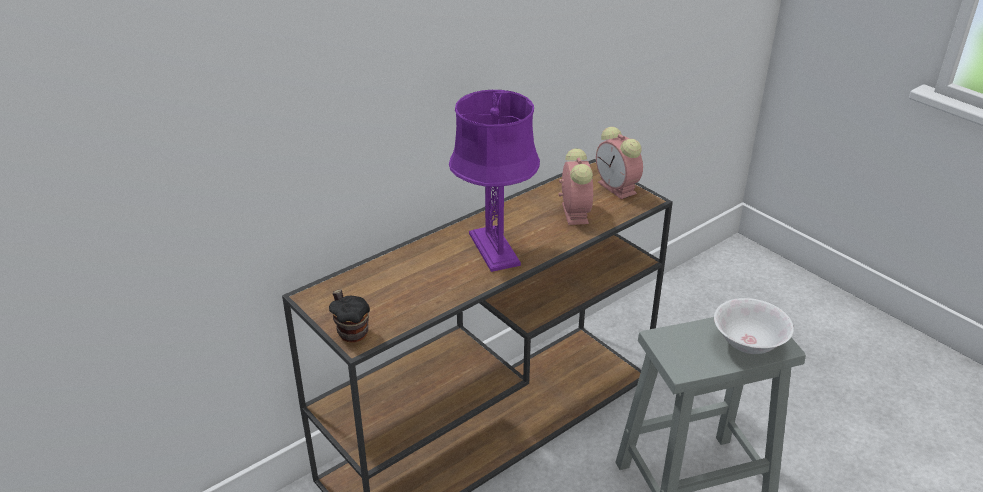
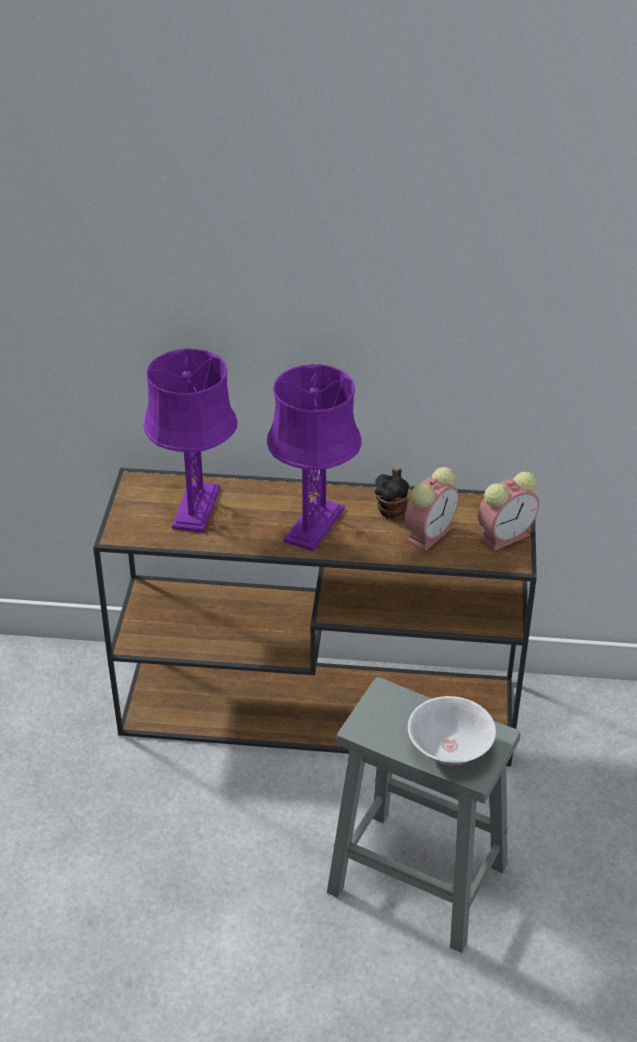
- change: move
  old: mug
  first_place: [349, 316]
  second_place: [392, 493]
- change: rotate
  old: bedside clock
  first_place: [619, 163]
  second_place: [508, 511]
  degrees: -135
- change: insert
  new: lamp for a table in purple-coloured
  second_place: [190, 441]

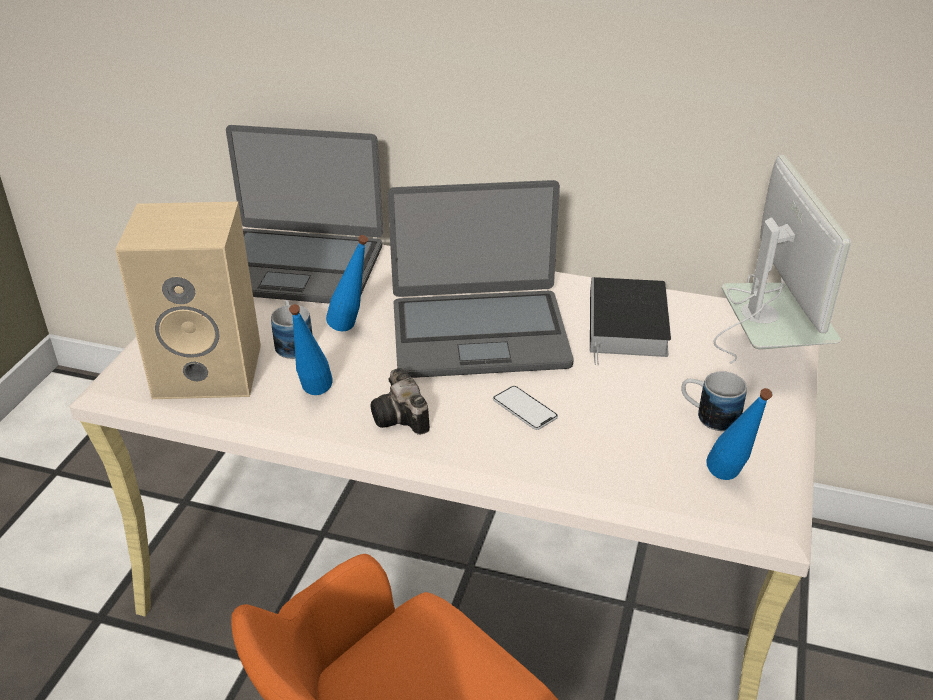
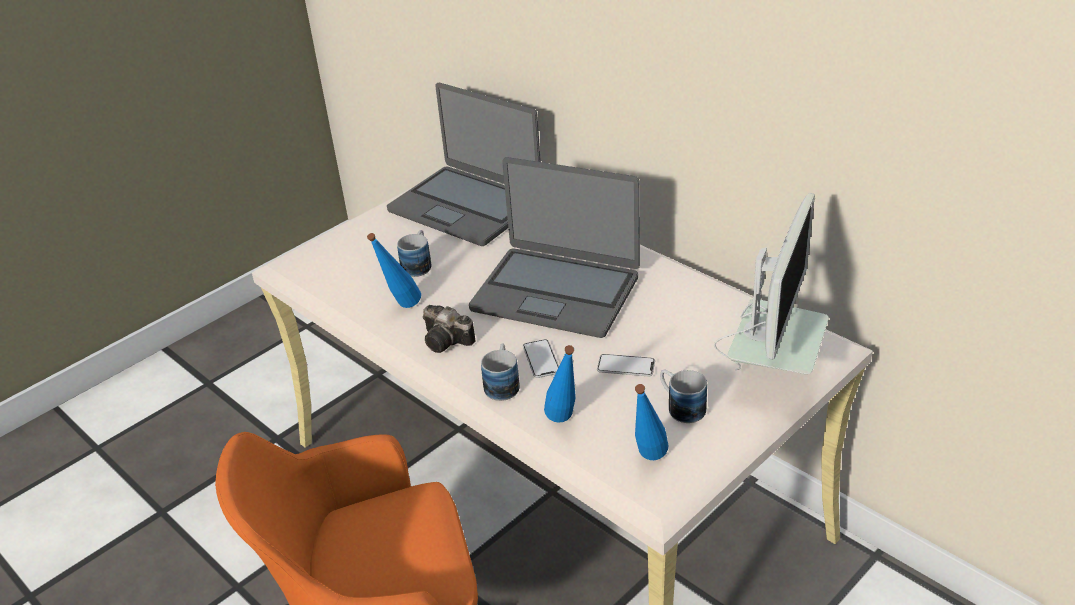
- change: delete
  old: loudspeaker in beige-coloured
  first_place: [188, 300]
- change: move
  old: beverage bottle in blue
  first_place: [347, 283]
  second_place: [560, 384]
- change: rotate
  old: still camera
  first_place: [400, 401]
  second_place: [449, 329]
  degrees: -60
- change: delete
  old: bound book
  first_place: [630, 321]
- change: insert
  new: mug
  second_place: [500, 372]
- change: insert
  new: telephone
  second_place: [626, 365]

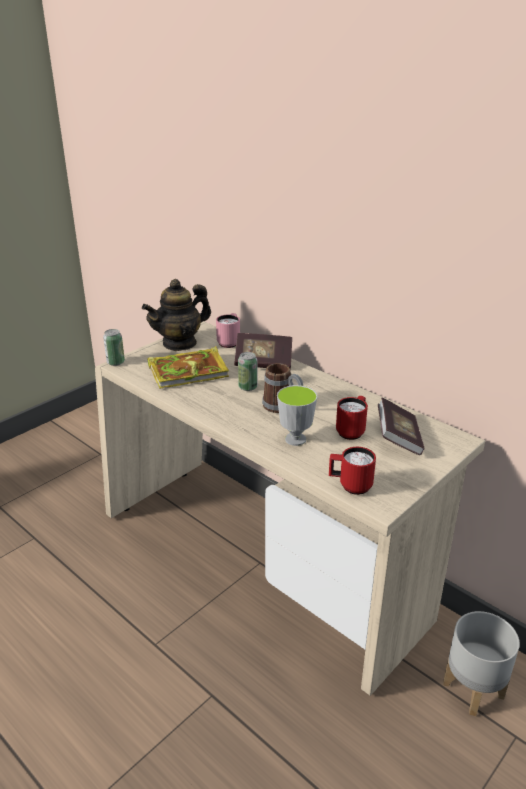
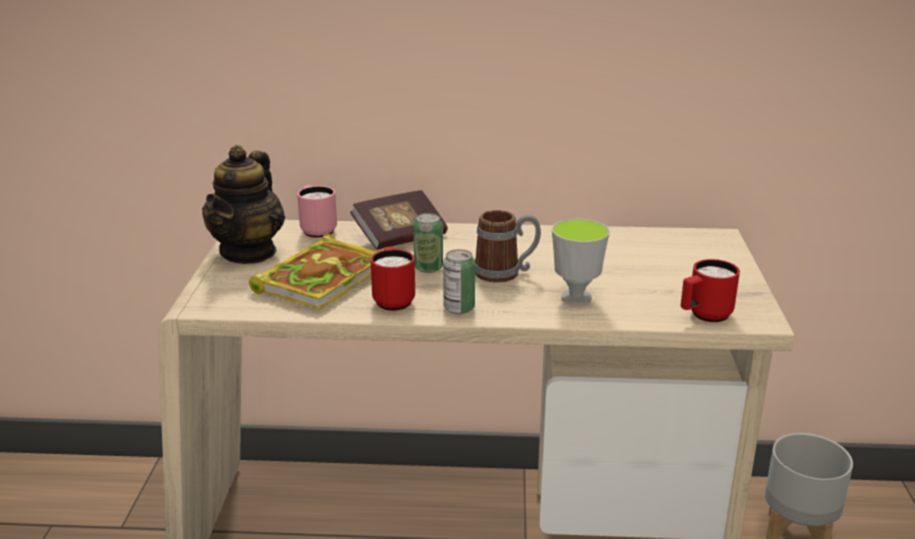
- change: move
  old: metal can
  first_place: [114, 347]
  second_place: [459, 281]
- change: move
  old: mug in red-coloured
  first_place: [352, 418]
  second_place: [393, 279]
- change: delete
  old: bound book
  first_place: [401, 426]

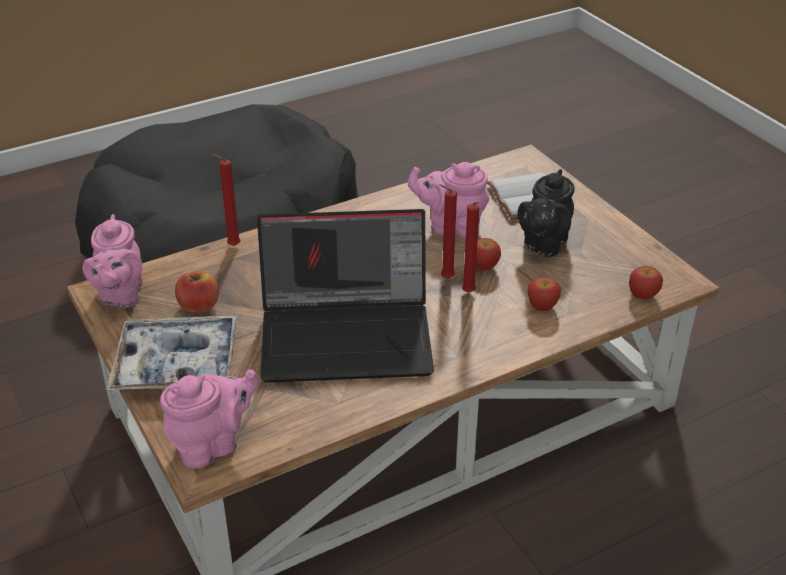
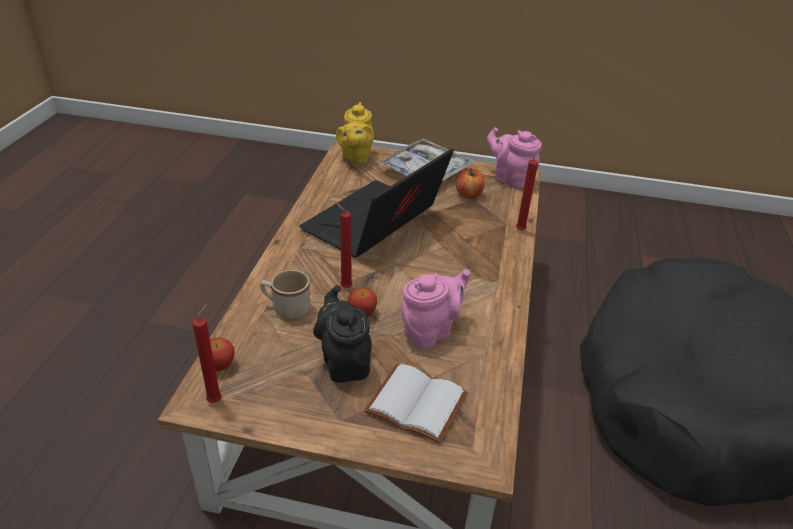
- change: recolor
  old: tea pot in pink
  new: tea pot in yellowish
  first_place: [209, 418]
  second_place: [355, 133]
- change: move
  old: wax candle in red-coloured
  first_place: [448, 231]
  second_place: [207, 353]
- change: replace
  old: whole apple
  new: mug in beige-coloured
  first_place: [544, 294]
  second_place: [285, 294]

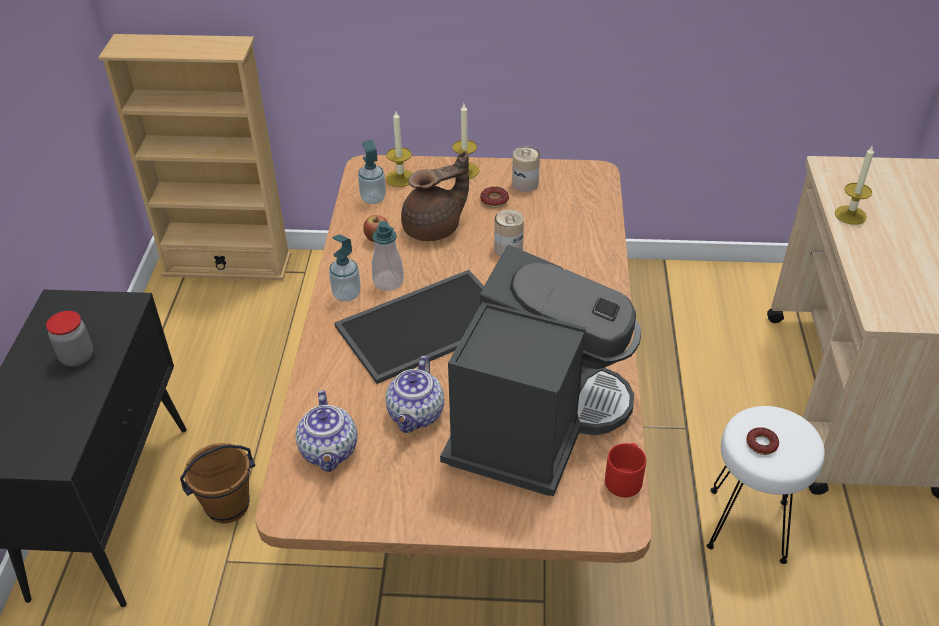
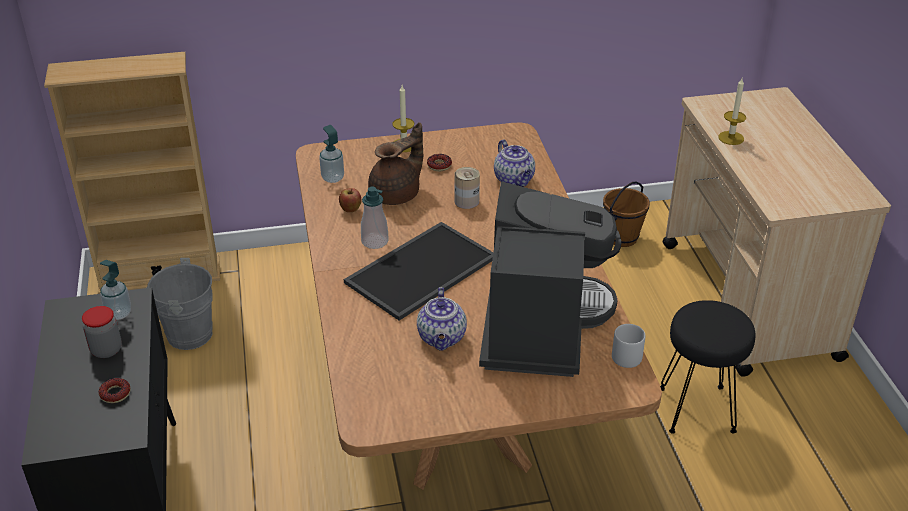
- change: move
  old: bucket in brownish
  first_place: [217, 483]
  second_place: [626, 214]
- change: move
  old: tea pot
  first_place: [327, 431]
  second_place: [514, 163]
- change: move
  old: soap dispenser
  first_place: [345, 268]
  second_place: [115, 290]
- change: delete
  old: wax candle
  first_place: [399, 149]
- change: delete
  old: metal can
  first_place: [526, 169]
- change: recolor
  old: mug in red-coloured
  new: mug in greyish
  first_place: [625, 470]
  second_place: [628, 346]
- change: recolor
  old: stool seat in white
  new: stool seat in blackish
  first_place: [766, 485]
  second_place: [707, 367]
- change: move
  old: donut
  first_place: [762, 441]
  second_place: [115, 390]
- change: insert
  new: bucket in greyish
  second_place: [179, 304]

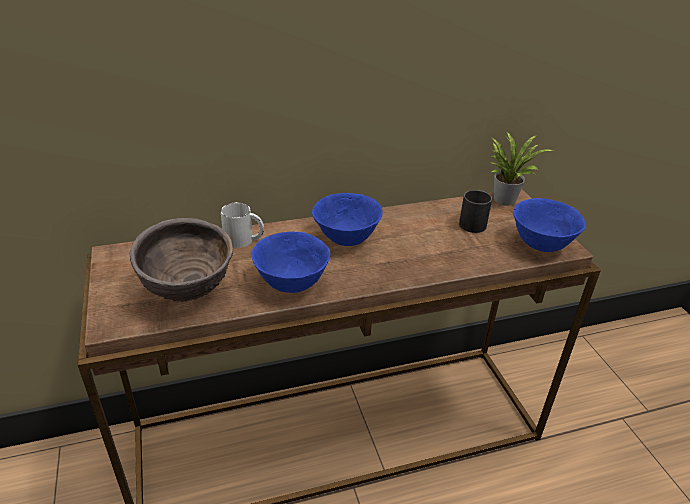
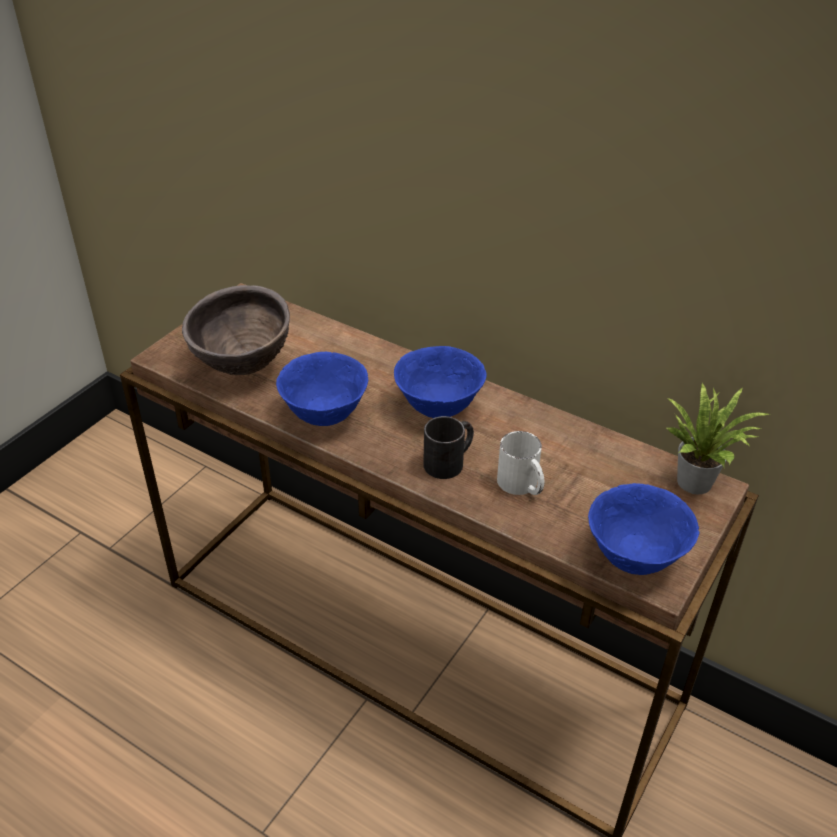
- change: move
  old: mug in white
  first_place: [242, 225]
  second_place: [520, 463]
- change: move
  old: mug in blackish
  first_place: [475, 211]
  second_place: [448, 447]

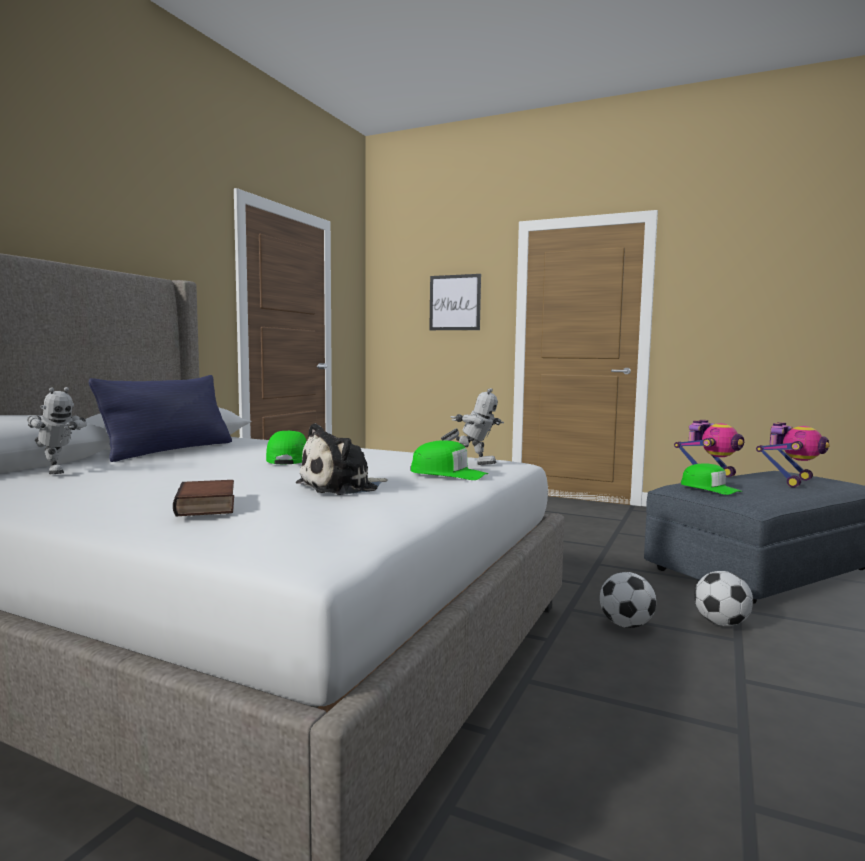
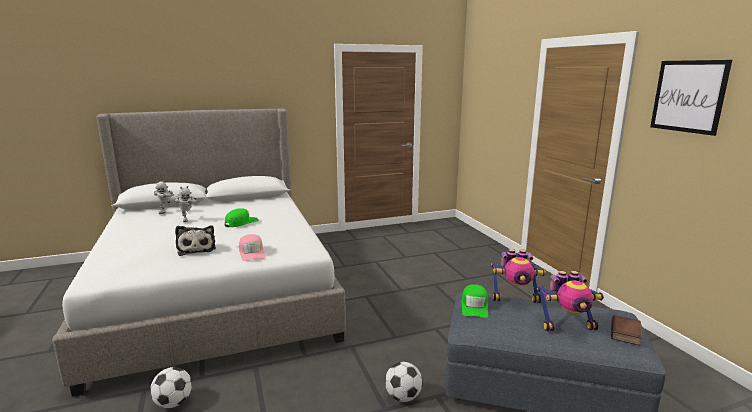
- change: delete
  old: pillow in blue
  first_place: [160, 418]
- change: move
  old: bound book
  first_place: [203, 498]
  second_place: [626, 330]
- change: rotate
  old: soft toy
  first_place: [342, 459]
  second_place: [195, 240]
  degrees: -120
- change: recolor
  old: baseball cap in green
  new: baseball cap in pink
  first_place: [449, 460]
  second_place: [252, 247]
- change: move
  old: wall picture
  first_place: [455, 302]
  second_place: [691, 98]
- change: move
  old: model robot
  first_place: [472, 426]
  second_place: [186, 204]
- change: move
  old: ball for football
  first_place: [628, 600]
  second_place: [171, 387]

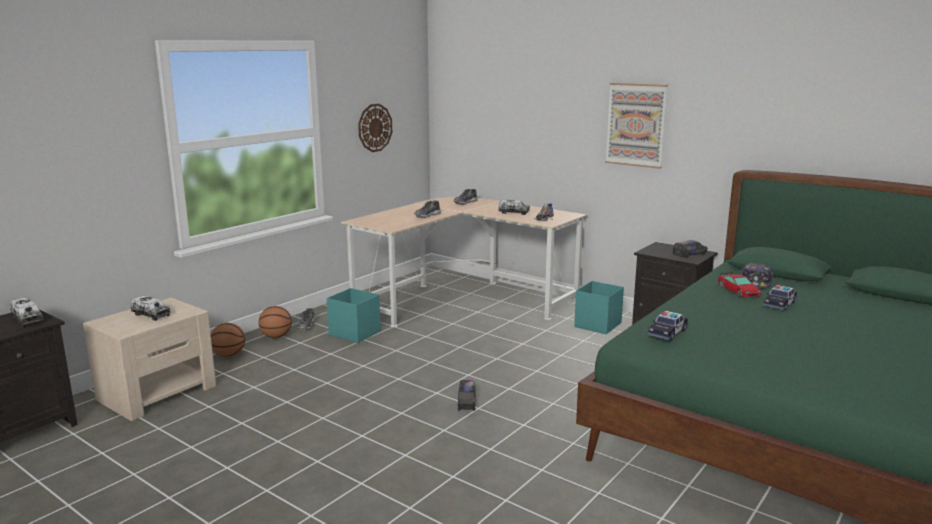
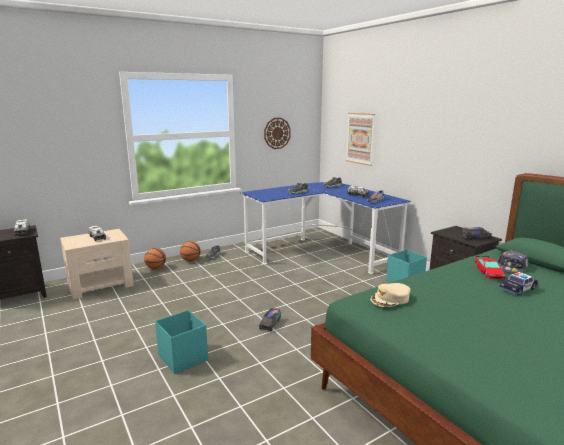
- change: move
  old: storage container in turquoise
  first_place: [354, 315]
  second_place: [181, 342]
- change: recolor
  old: desk unit in beige-coloured
  new: desk unit in blue
  first_place: [464, 262]
  second_place: [325, 228]
- change: move
  old: wall picture
  first_place: [636, 126]
  second_place: [360, 139]
- change: replace
  old: miniature car
  new: baseball cap in beige-coloured
  first_place: [667, 325]
  second_place: [390, 295]

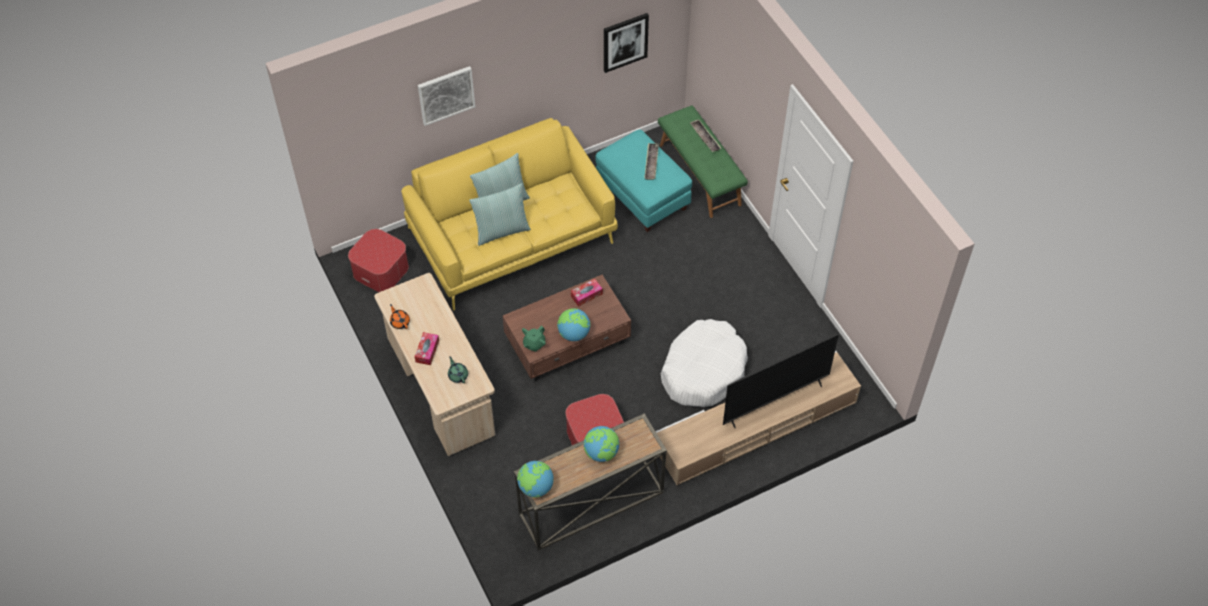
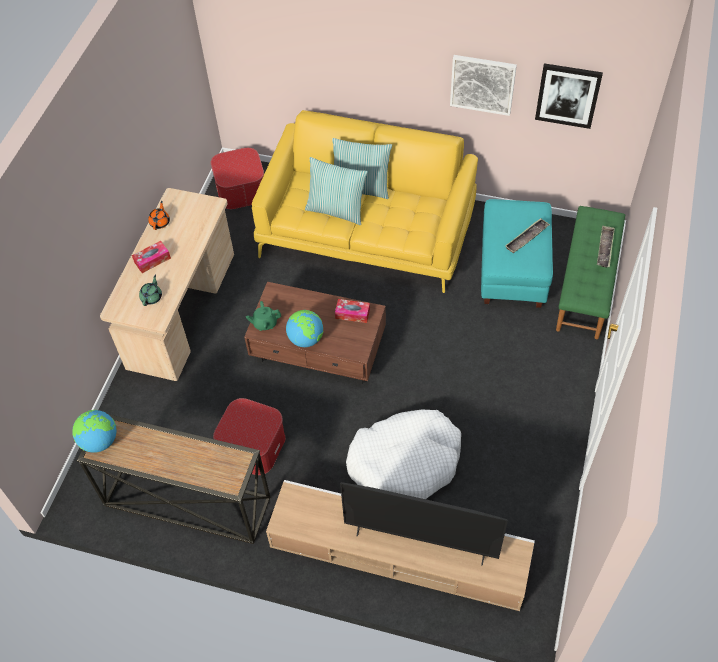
- change: move
  old: wall picture
  first_place: [446, 96]
  second_place: [483, 85]
- change: delete
  old: world globe
  first_place: [601, 444]

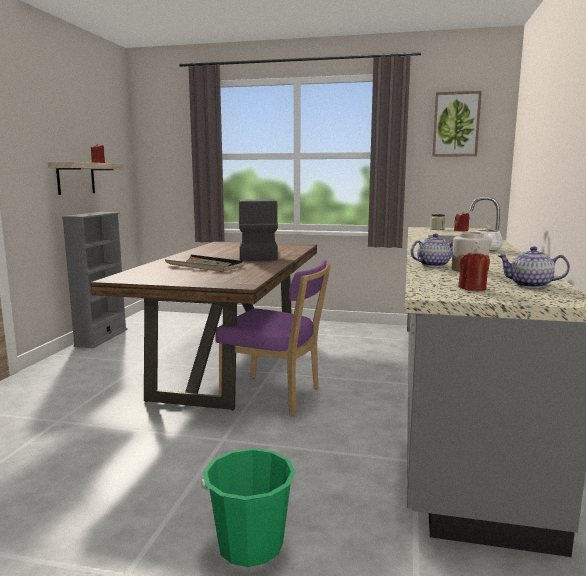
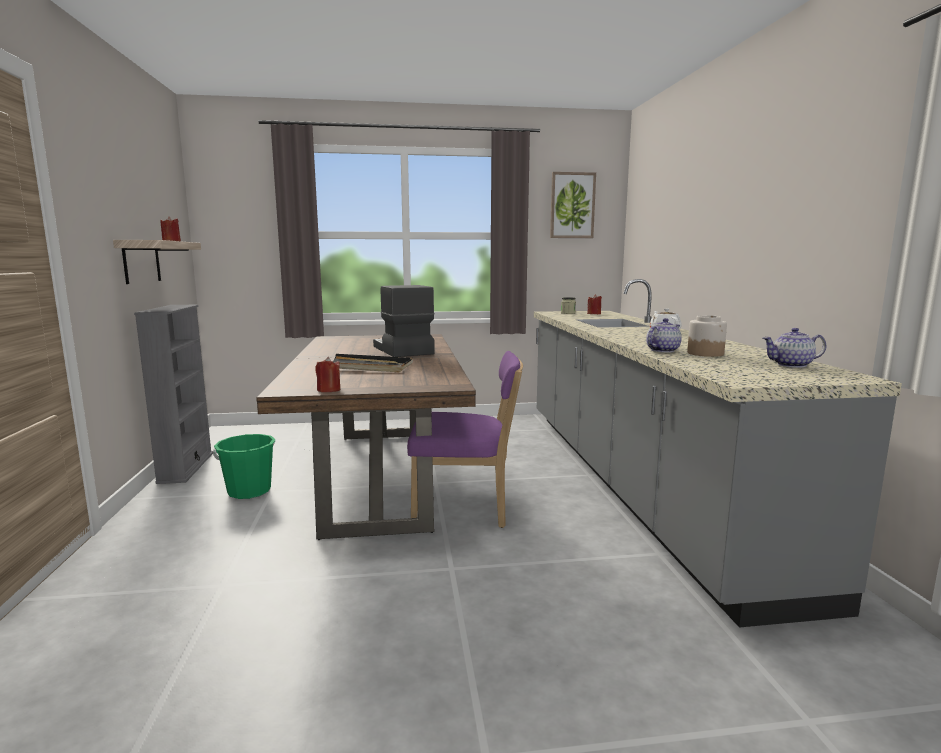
- change: move
  old: bucket in green
  first_place: [248, 507]
  second_place: [244, 466]
- change: move
  old: wax candle in red-coloured
  first_place: [474, 270]
  second_place: [327, 374]

